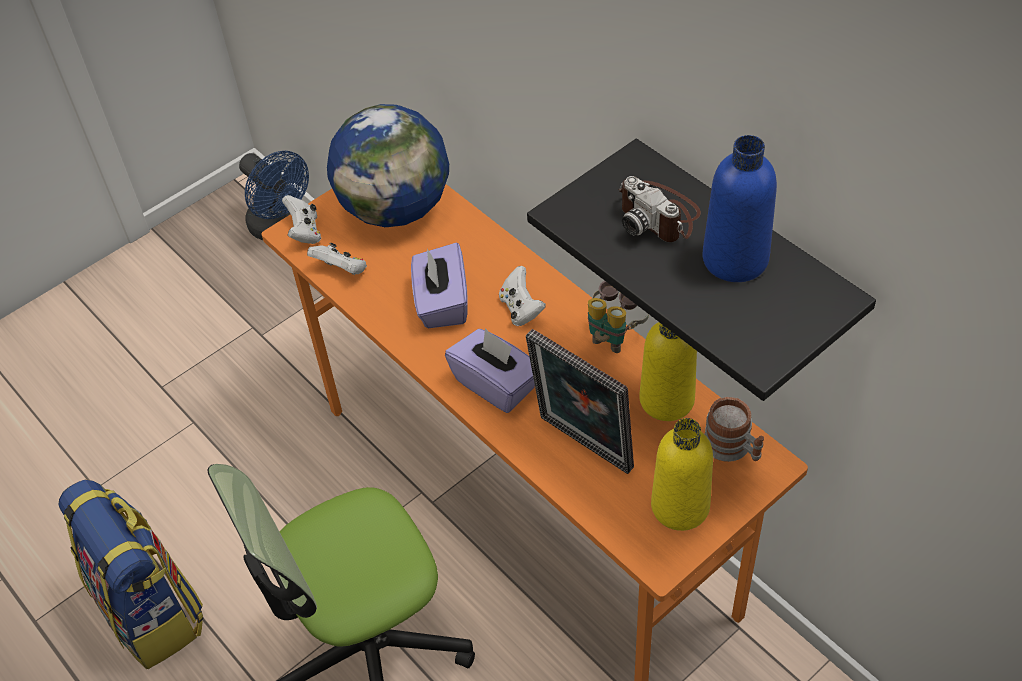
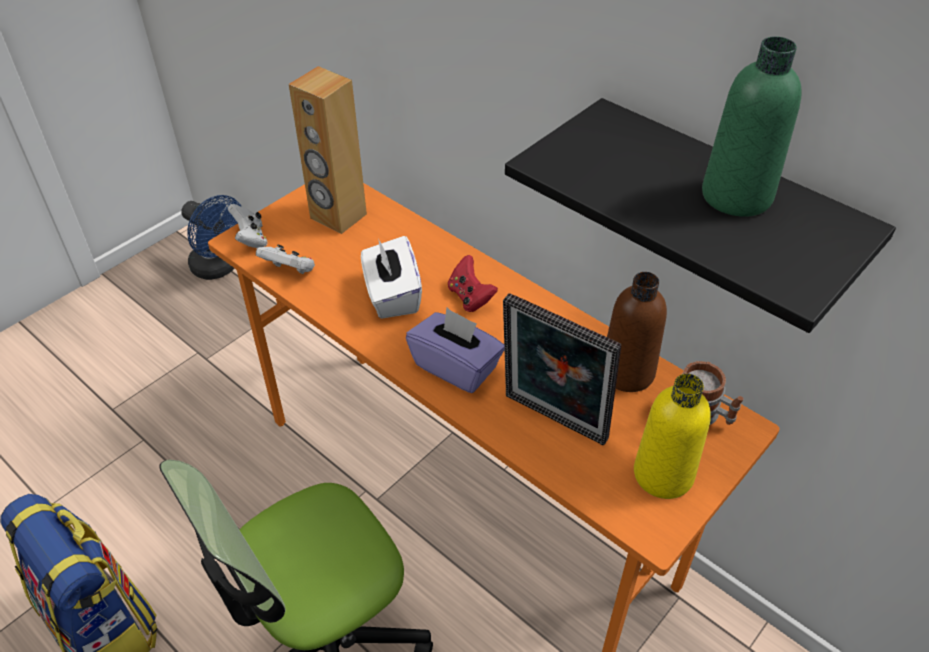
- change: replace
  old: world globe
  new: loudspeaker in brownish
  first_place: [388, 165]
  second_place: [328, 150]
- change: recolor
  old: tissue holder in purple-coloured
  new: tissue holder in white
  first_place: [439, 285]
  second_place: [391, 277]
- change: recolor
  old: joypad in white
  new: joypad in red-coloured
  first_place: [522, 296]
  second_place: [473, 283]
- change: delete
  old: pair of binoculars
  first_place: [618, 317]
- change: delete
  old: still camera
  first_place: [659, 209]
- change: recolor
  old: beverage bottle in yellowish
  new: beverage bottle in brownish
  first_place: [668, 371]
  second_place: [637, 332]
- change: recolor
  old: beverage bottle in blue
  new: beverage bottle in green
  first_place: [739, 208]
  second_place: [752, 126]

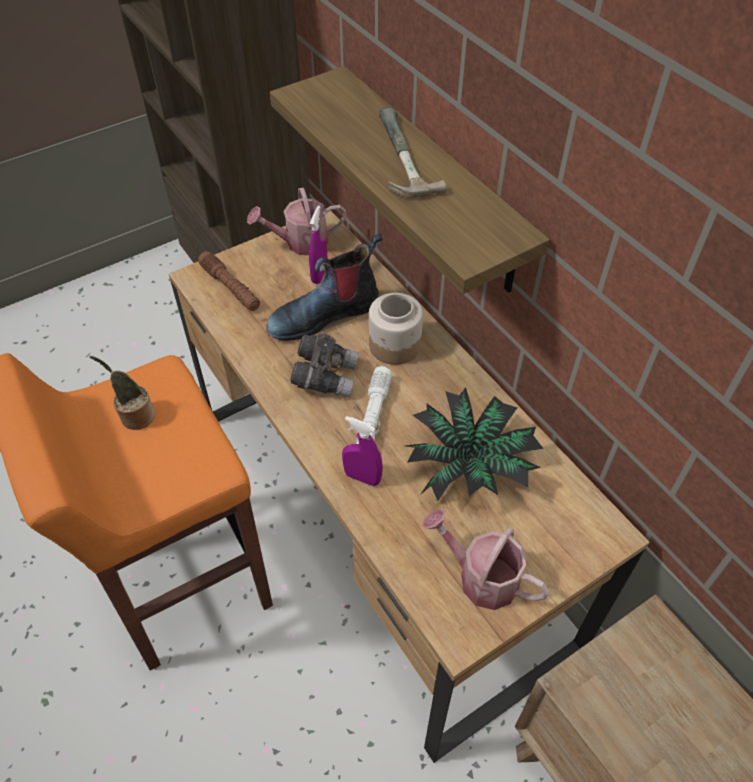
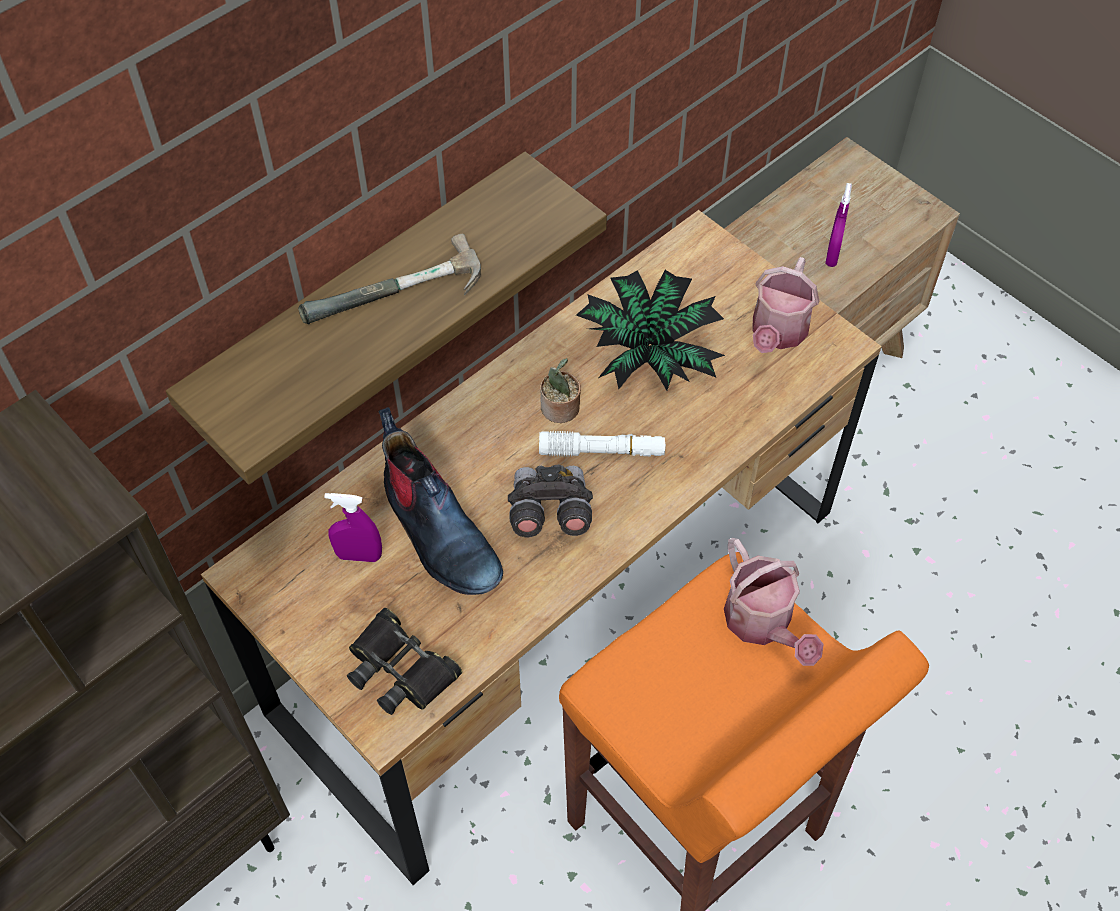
- change: move
  old: potted plant
  first_place: [122, 393]
  second_place: [560, 390]
- change: replace
  old: torch in brownish
  new: pair of binoculars in blackish
  first_place: [229, 281]
  second_place: [404, 661]
- change: move
  old: watering can
  first_place: [296, 221]
  second_place: [774, 602]
- change: move
  old: sprayer in purple-coloured
  first_place: [362, 451]
  second_place: [838, 225]
- change: delete
  old: preserve jar
  first_place: [396, 329]

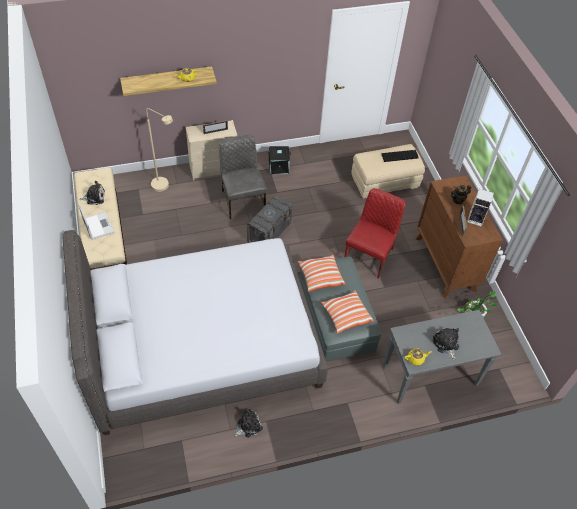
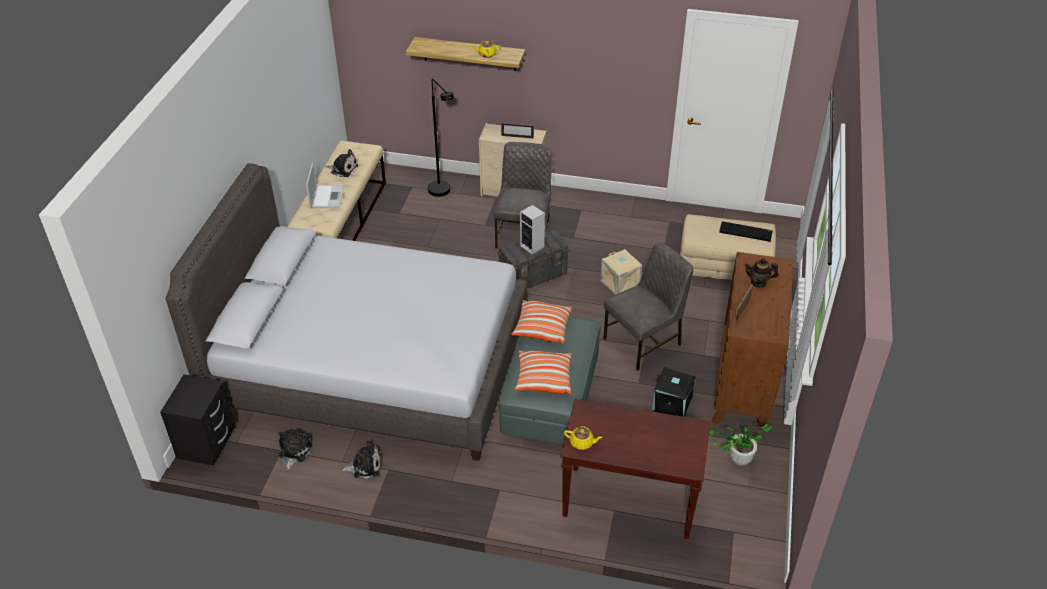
- change: recolor
  old: standing lamp in beige-coloured
  new: standing lamp in blackish
  first_place: [159, 150]
  second_place: [441, 138]
- change: move
  old: storage container in blackish
  first_place: [279, 160]
  second_place: [674, 392]
- change: recolor
  old: chair in red-coloured
  new: chair in greyish
  first_place: [375, 233]
  second_place: [648, 306]
- change: recolor
  old: console table in greyish
  new: console table in brownish
  first_place: [442, 357]
  second_place: [635, 469]
- change: move
  old: soft toy
  first_place: [446, 344]
  second_place: [295, 449]
- change: move
  old: loudspeaker
  first_place: [480, 208]
  second_place: [532, 229]
- change: insert
  new: night table in blackish
  second_place: [197, 419]
- change: insert
  new: storage container in beige-coloured
  second_place: [621, 272]

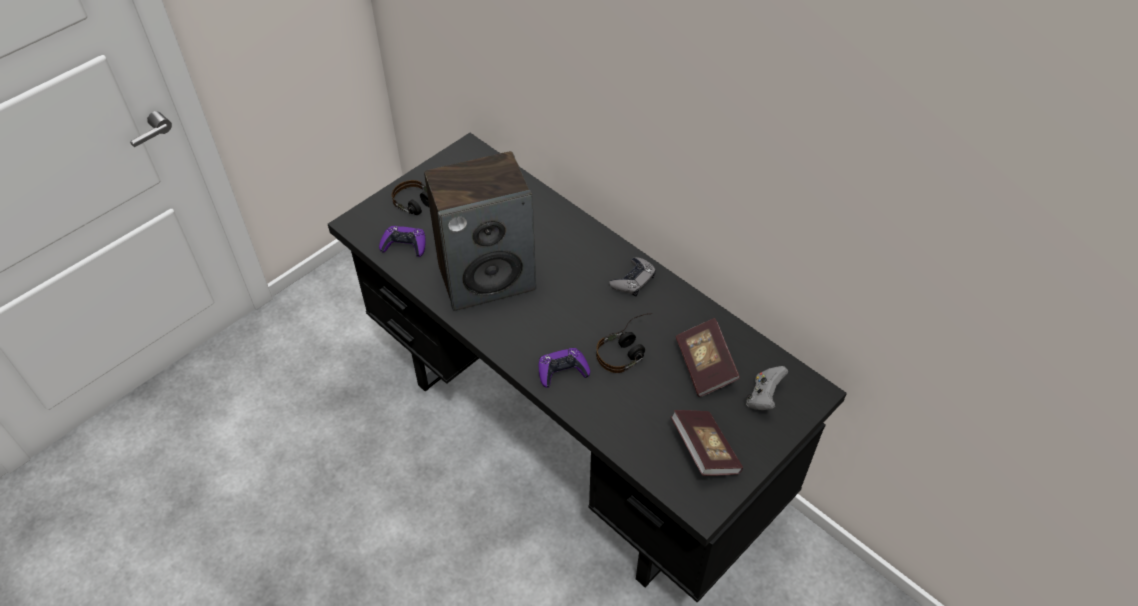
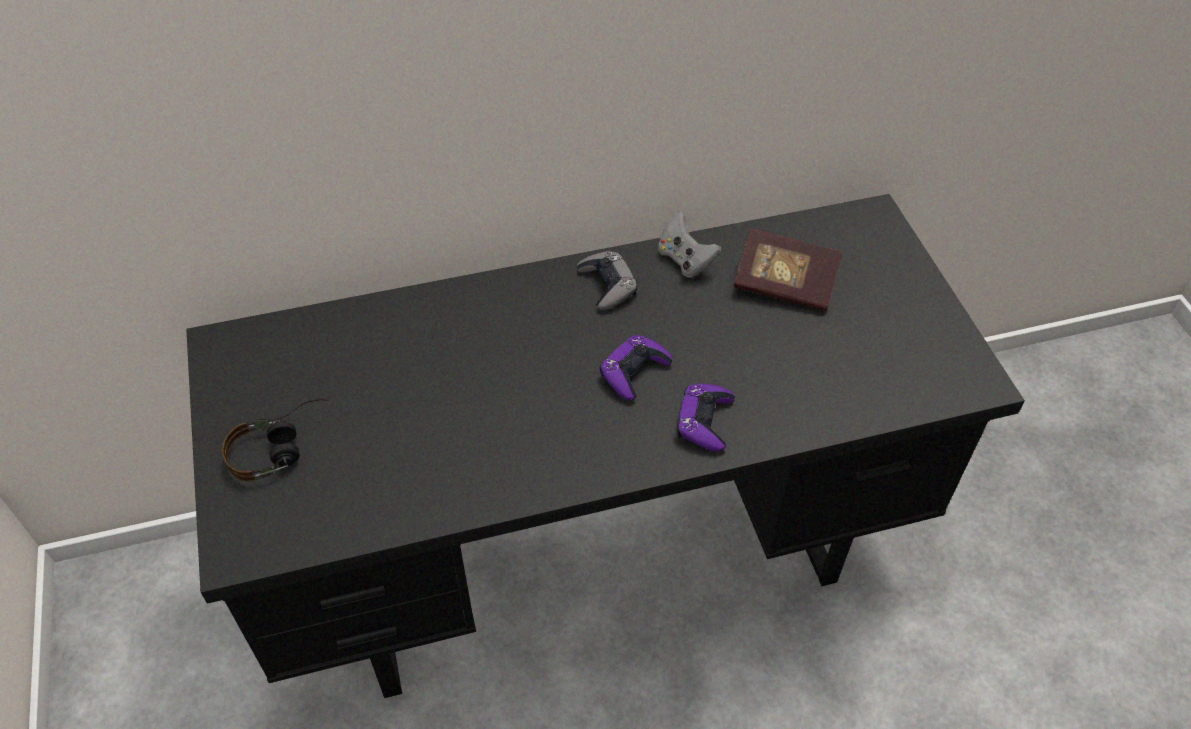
- change: move
  old: joypad in purple-coloured
  first_place: [402, 241]
  second_place: [636, 368]
- change: delete
  old: loudspeaker
  first_place: [480, 231]
- change: delete
  old: headset
  first_place: [624, 343]
- change: delete
  old: bound book
  first_place: [707, 443]
- change: move
  old: joypad in greyish
  first_place: [767, 388]
  second_place: [689, 244]

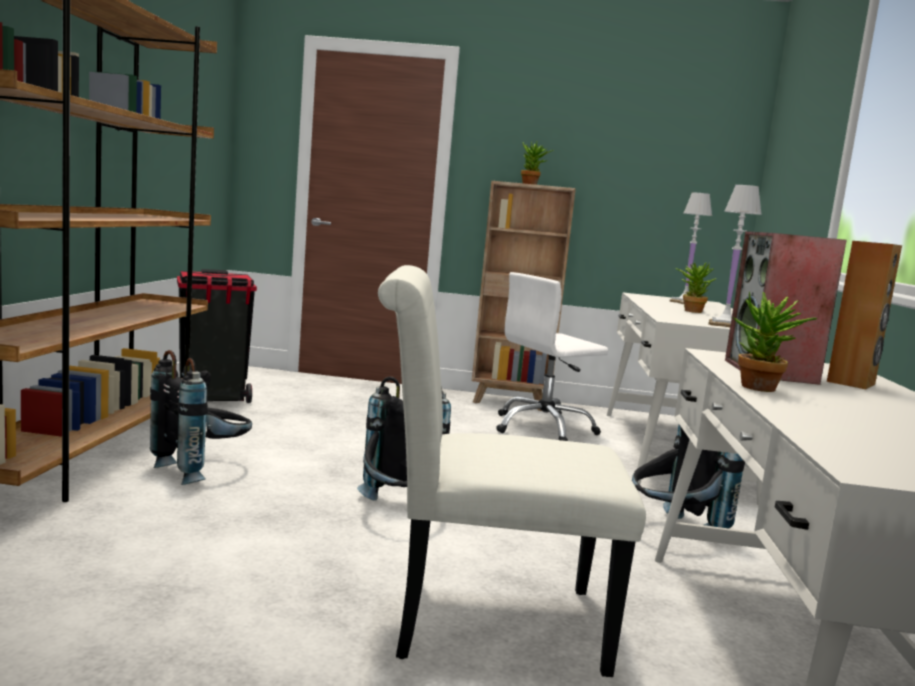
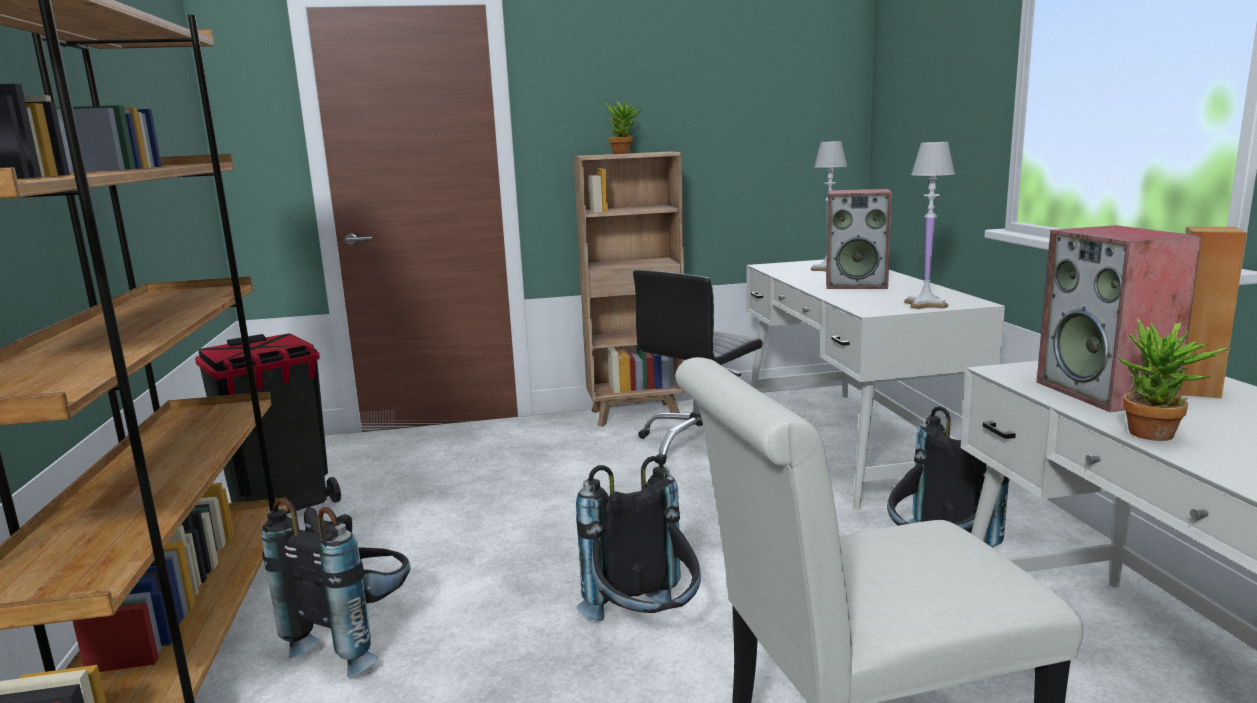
- change: recolor
  old: office chair in white
  new: office chair in blackish
  first_place: [552, 356]
  second_place: [698, 367]
- change: replace
  old: potted plant
  new: loudspeaker
  first_place: [696, 287]
  second_place: [859, 239]

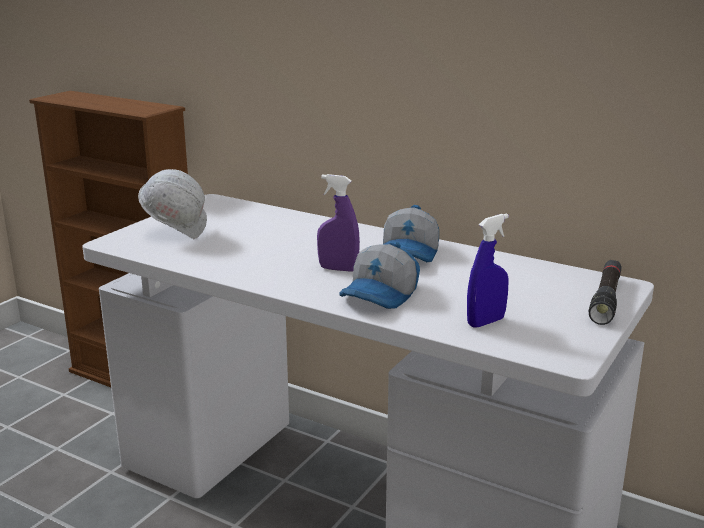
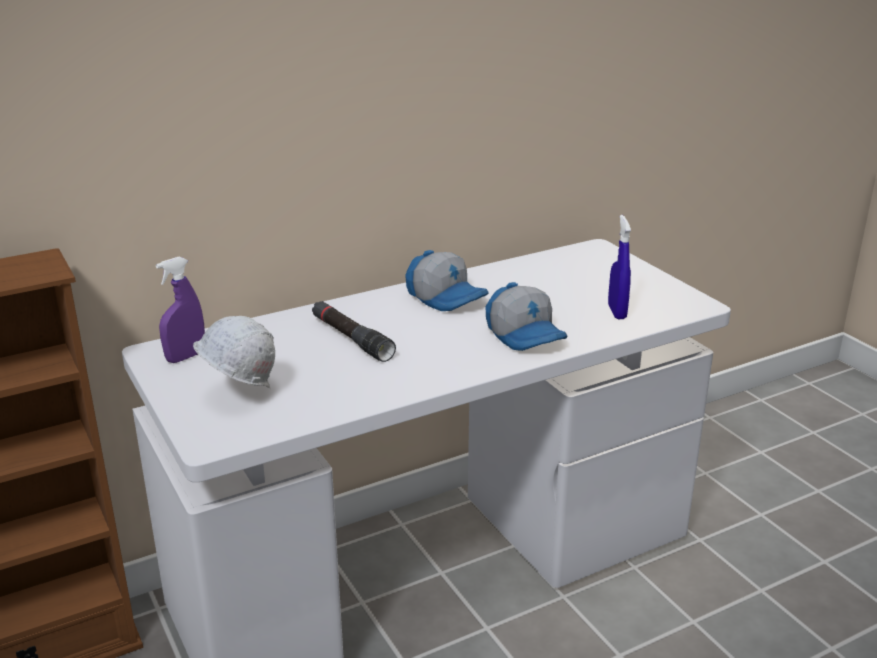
- change: move
  old: sprayer in purple-coloured
  first_place: [338, 223]
  second_place: [180, 310]
- change: move
  old: torch in blackish
  first_place: [605, 292]
  second_place: [354, 331]

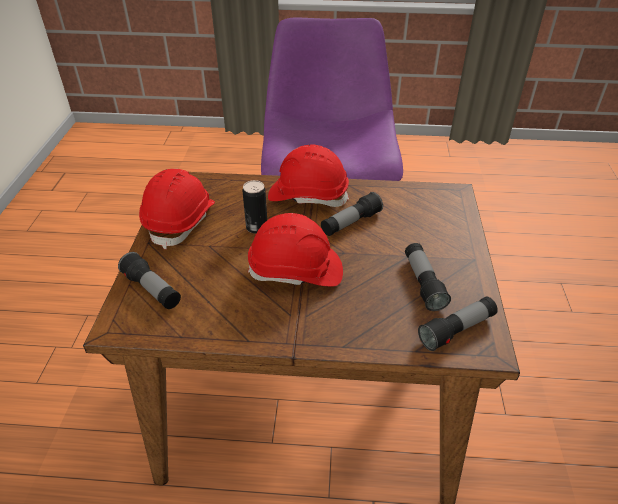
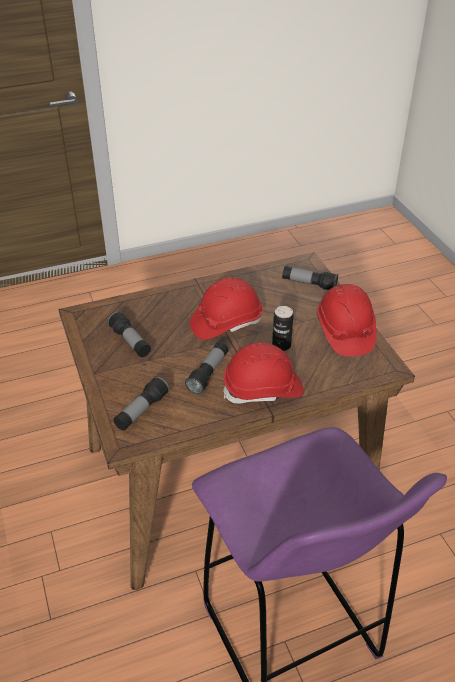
- change: move
  old: torch
  first_place: [458, 324]
  second_place: [141, 403]

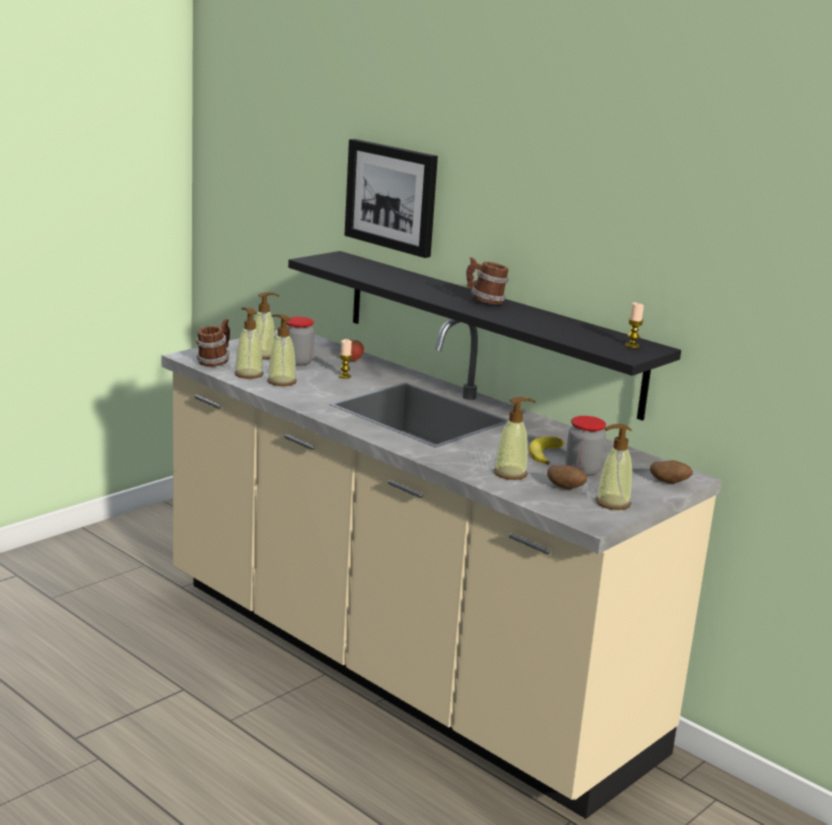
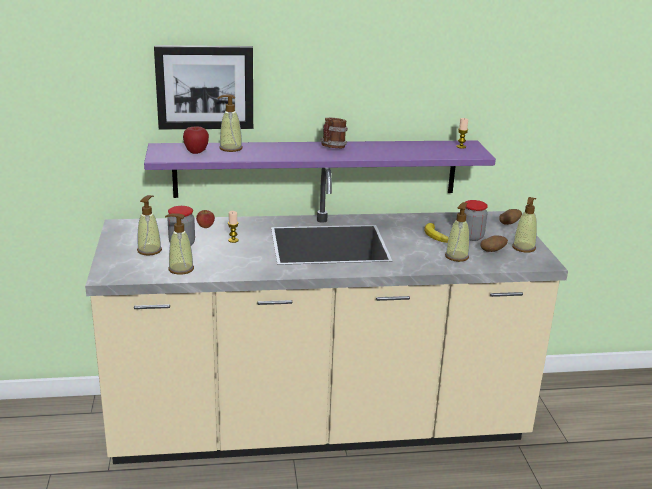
- change: delete
  old: mug
  first_place: [213, 343]
- change: move
  old: soap dispenser
  first_place: [282, 350]
  second_place: [230, 123]
- change: recolor
  old: wall shelf in blackish
  new: wall shelf in purple-coloured
  first_place: [484, 336]
  second_place: [320, 169]
- change: insert
  new: whole apple
  second_place: [196, 140]

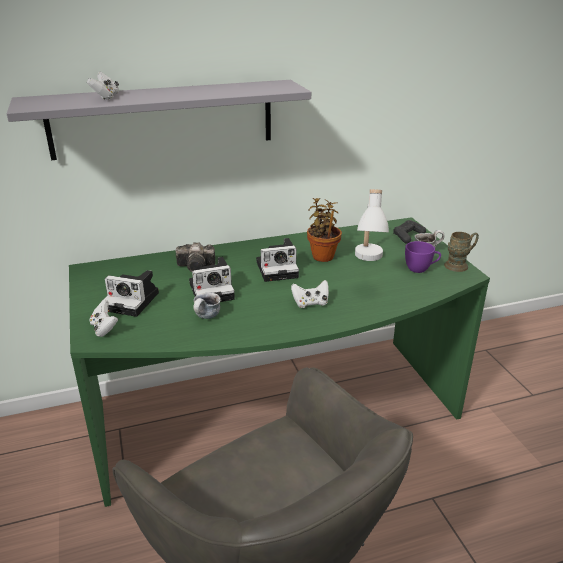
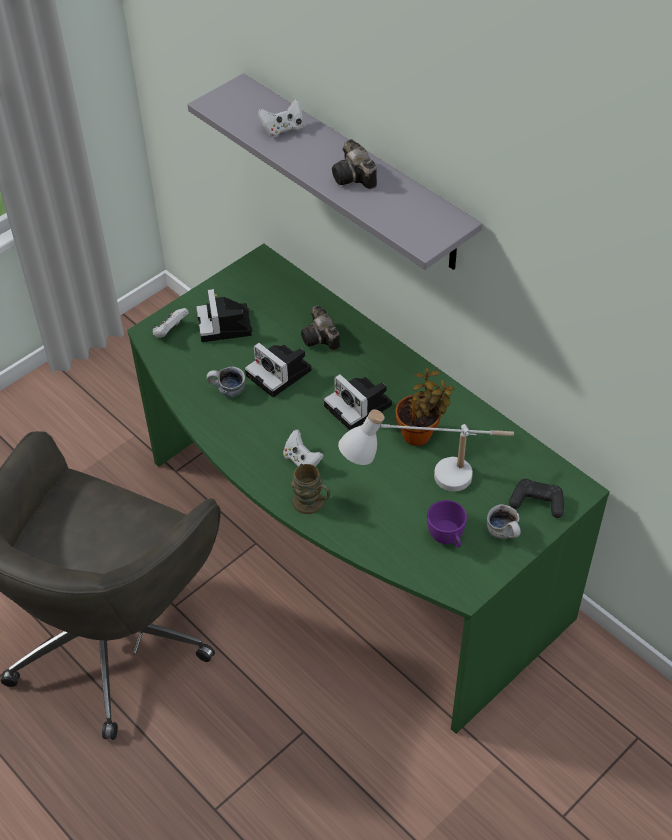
- change: move
  old: mug in brownish
  first_place: [461, 252]
  second_place: [311, 489]
- change: insert
  new: still camera
  second_place: [354, 164]

